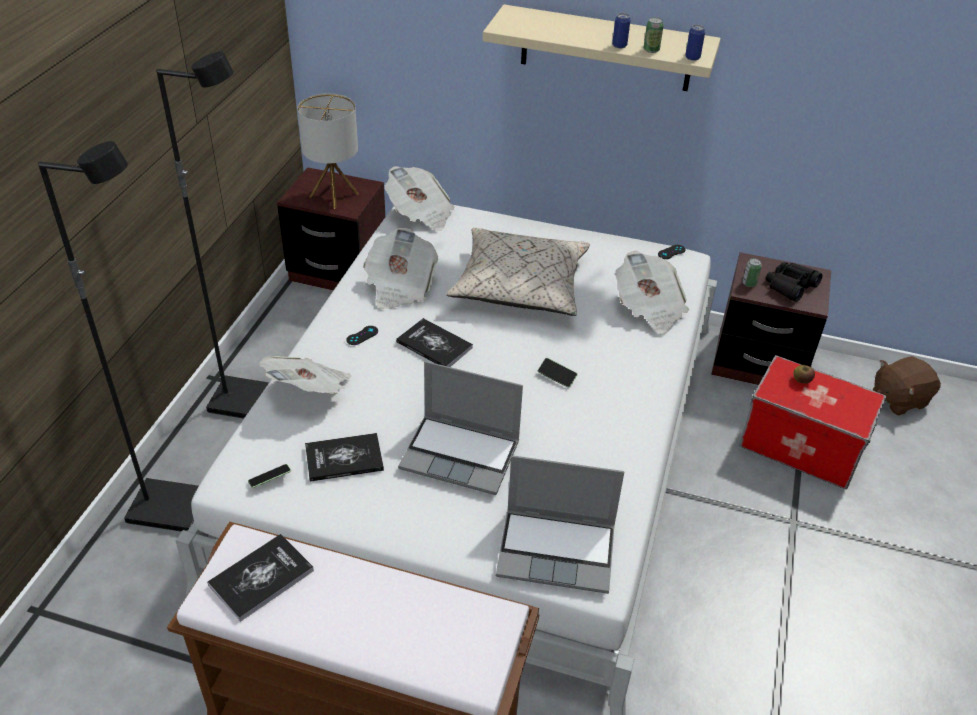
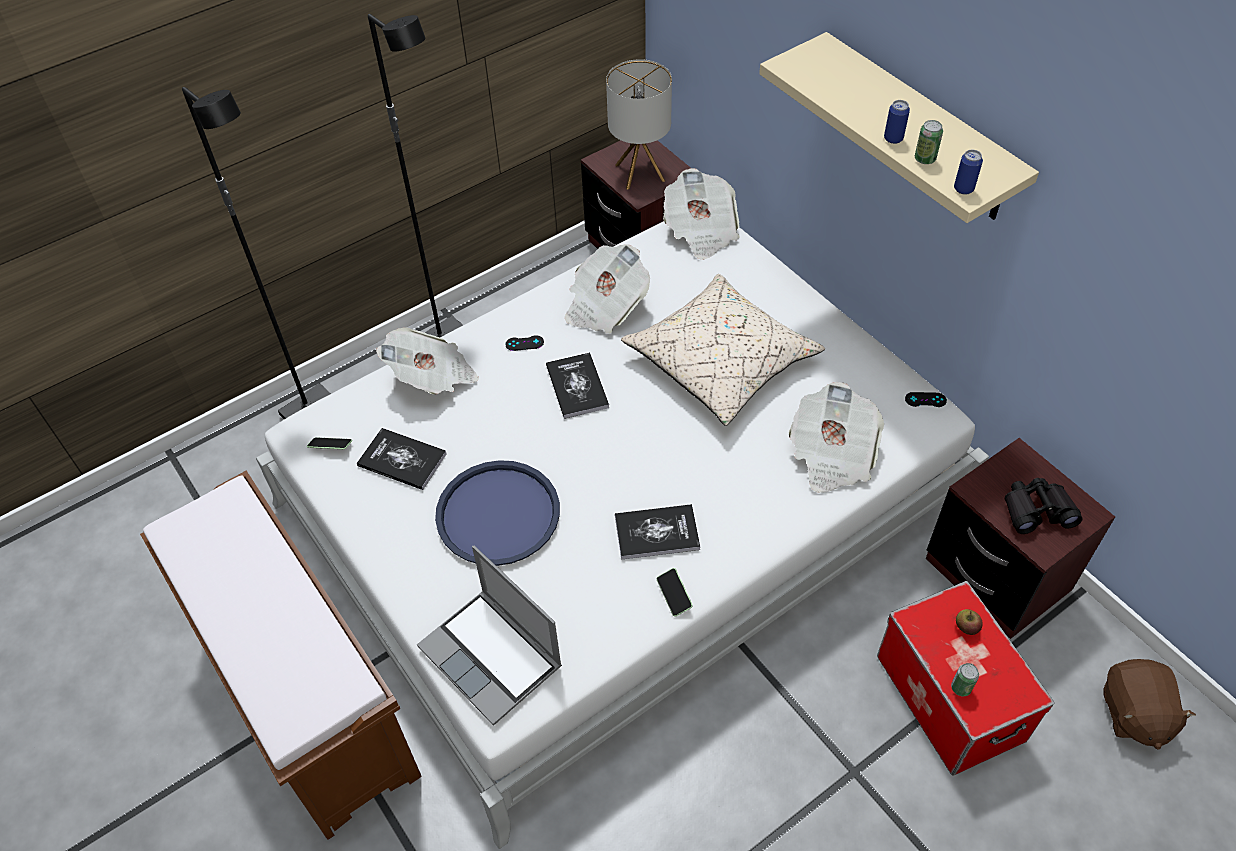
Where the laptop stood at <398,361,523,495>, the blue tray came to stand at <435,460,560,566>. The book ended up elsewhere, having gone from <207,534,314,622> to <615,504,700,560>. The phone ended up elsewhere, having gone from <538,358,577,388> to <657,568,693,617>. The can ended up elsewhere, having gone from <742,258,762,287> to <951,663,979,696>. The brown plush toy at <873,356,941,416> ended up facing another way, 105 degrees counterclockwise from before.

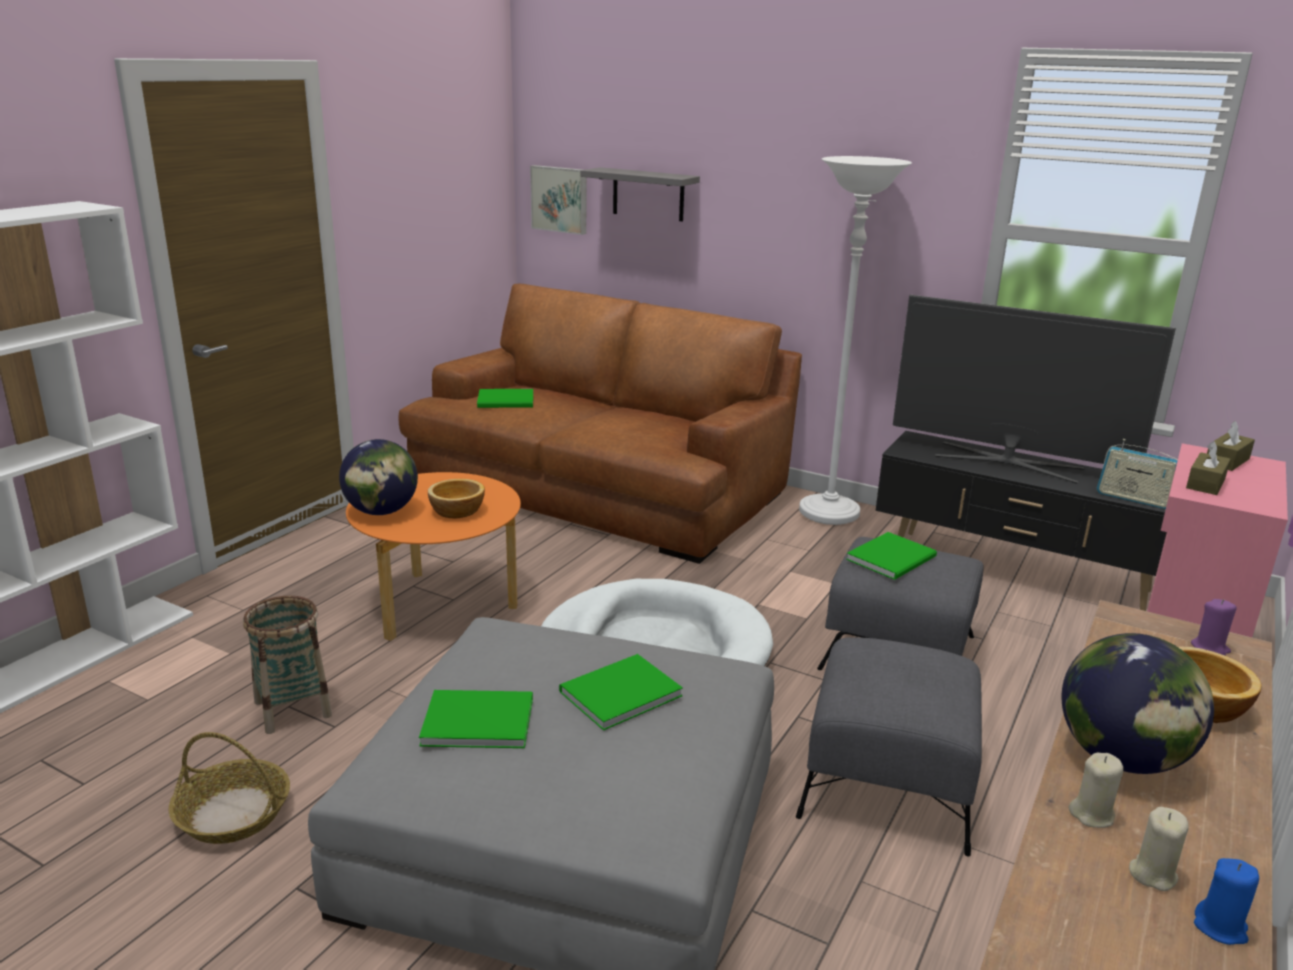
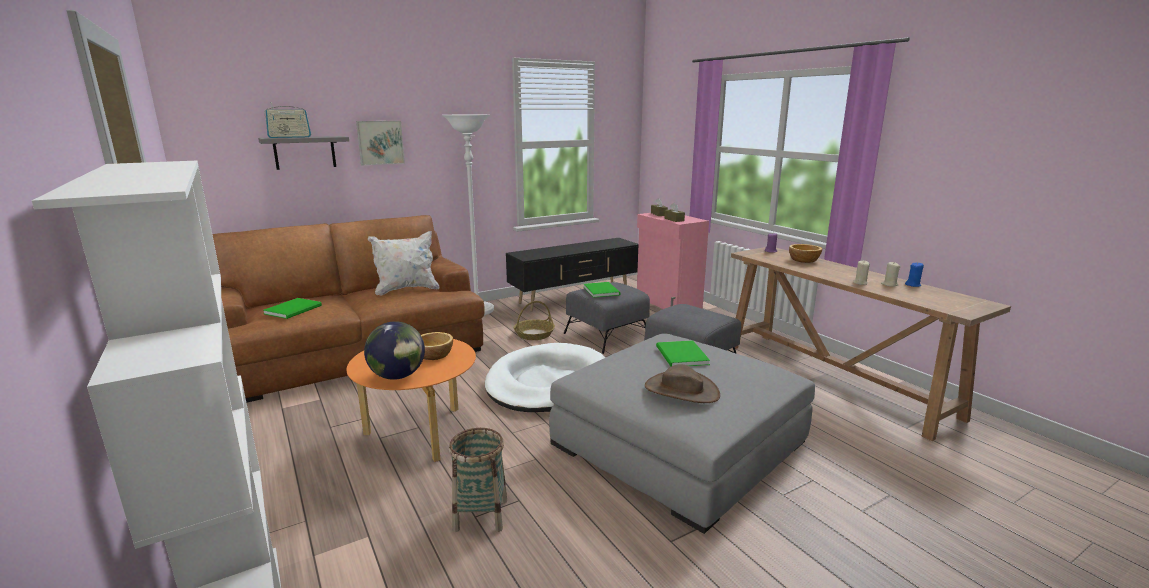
The radio ended up elsewhere, having gone from <1097,439,1178,509> to <265,103,311,138>. The picture ended up elsewhere, having gone from <530,165,586,235> to <356,121,405,165>. The second view gained the white pillow at <368,231,439,296>. The basket ended up elsewhere, having gone from <169,732,290,844> to <514,301,555,340>. Where the green book stood at <419,690,533,748>, the brown hat came to stand at <645,364,720,403>. The second view lost the television at <893,295,1176,484>. The second view lost the globe at <1061,633,1214,774>.

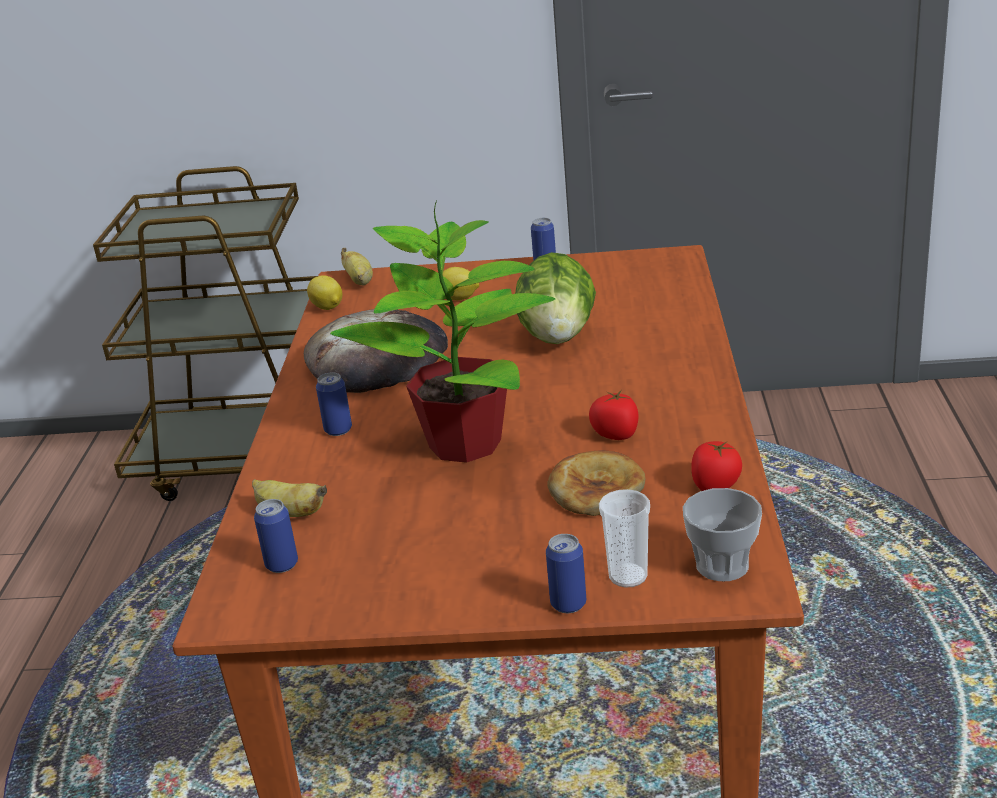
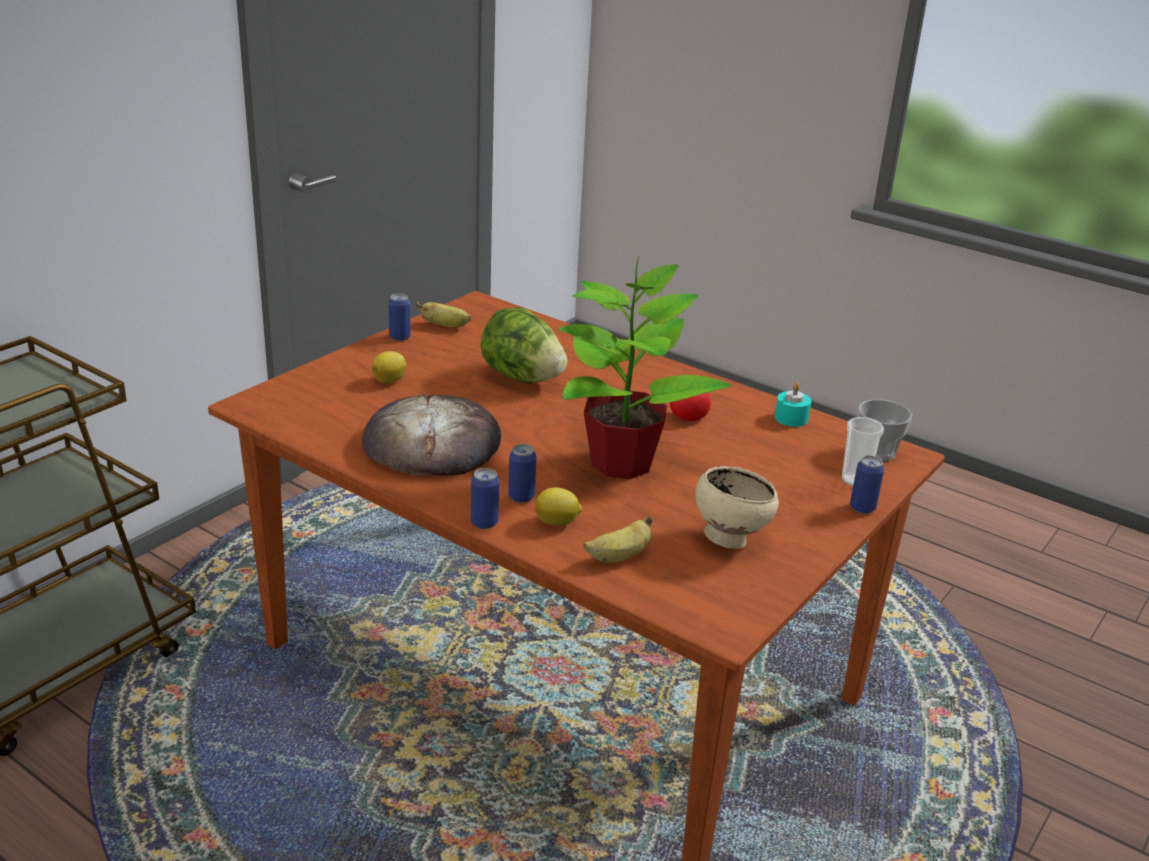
The banana ended up elsewhere, having gone from <341,248,373,285> to <416,302,471,327>. The can ended up elsewhere, having gone from <254,499,298,573> to <471,468,499,529>. The lemon ended up elsewhere, having gone from <307,275,342,310> to <535,487,582,526>. The second view gained the beige bowl at <695,466,779,549>. Where the tomato stood at <691,441,742,491>, the turquoise candle came to stand at <775,382,811,427>. The second view lost the bread at <547,450,645,516>.

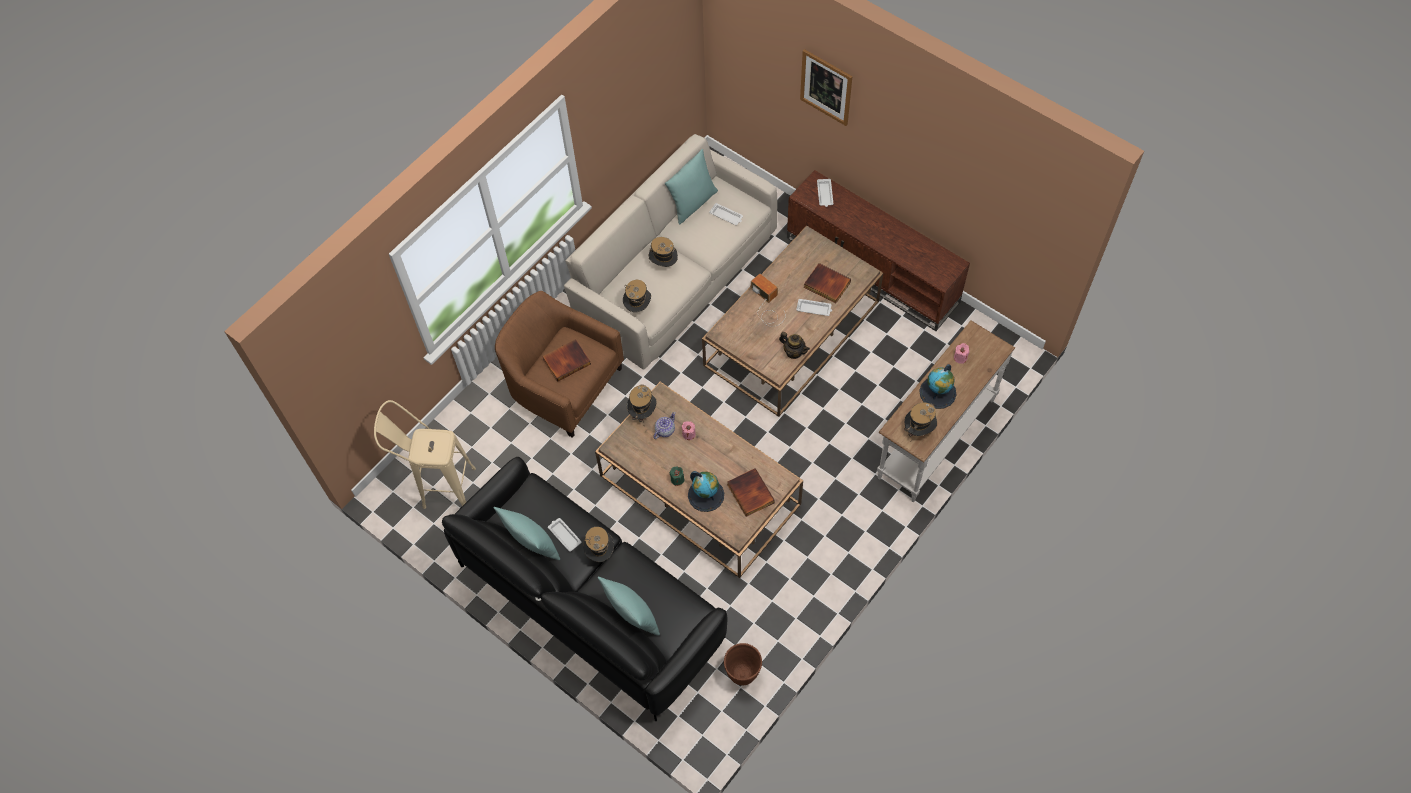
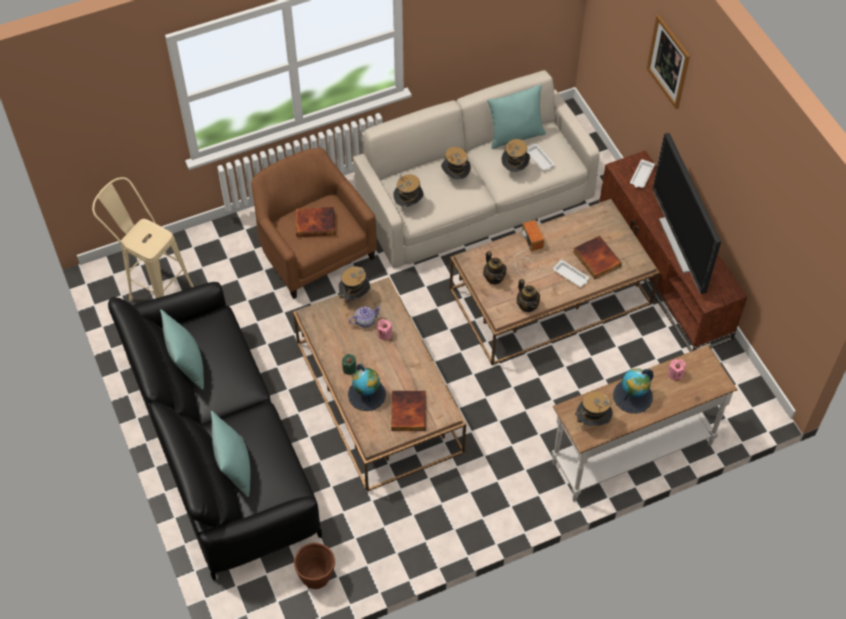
The second view gained the teapot at <483,251,507,284>. The hat ended up elsewhere, having gone from <583,527,614,562> to <501,139,530,172>. The second view gained the television at <653,133,721,294>. The second view lost the white tray at <548,518,582,552>.

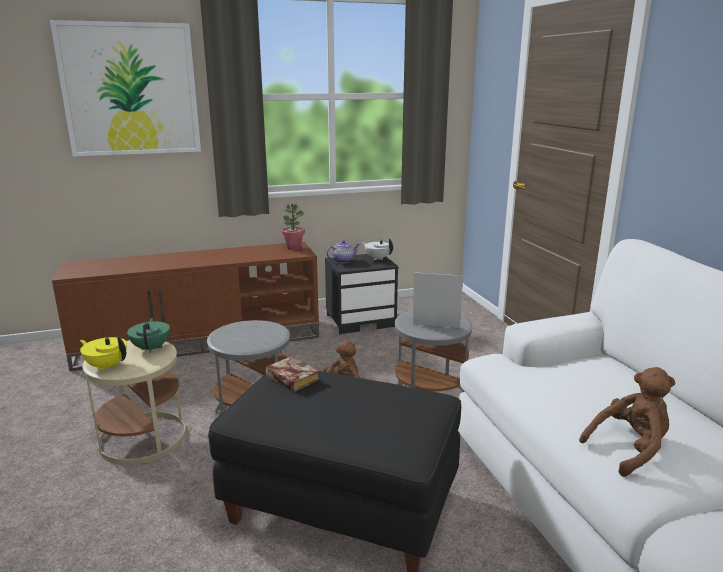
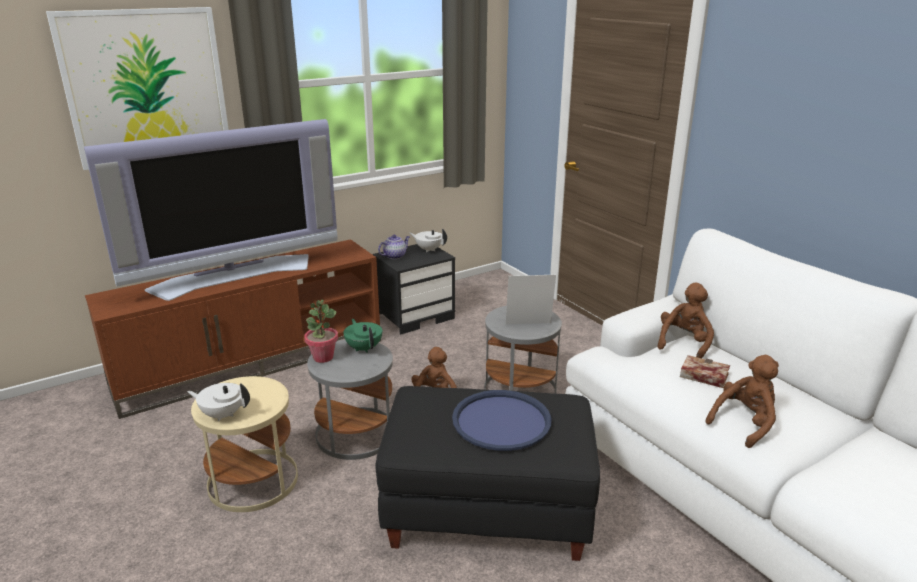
The second view gained the television at <84,119,338,301>. What was the yellow teapot at <80,336,127,371> turned into the white teapot at <187,383,250,421>. The potted plant ended up elsewhere, having gone from <281,203,305,250> to <304,300,338,363>. The green teapot ended up elsewhere, having gone from <127,317,170,353> to <343,319,382,353>. The second view gained the blue tray at <452,390,551,451>. The second view gained the brown plush toy at <657,282,714,358>. The book ended up elsewhere, having gone from <266,356,319,392> to <680,355,730,388>.

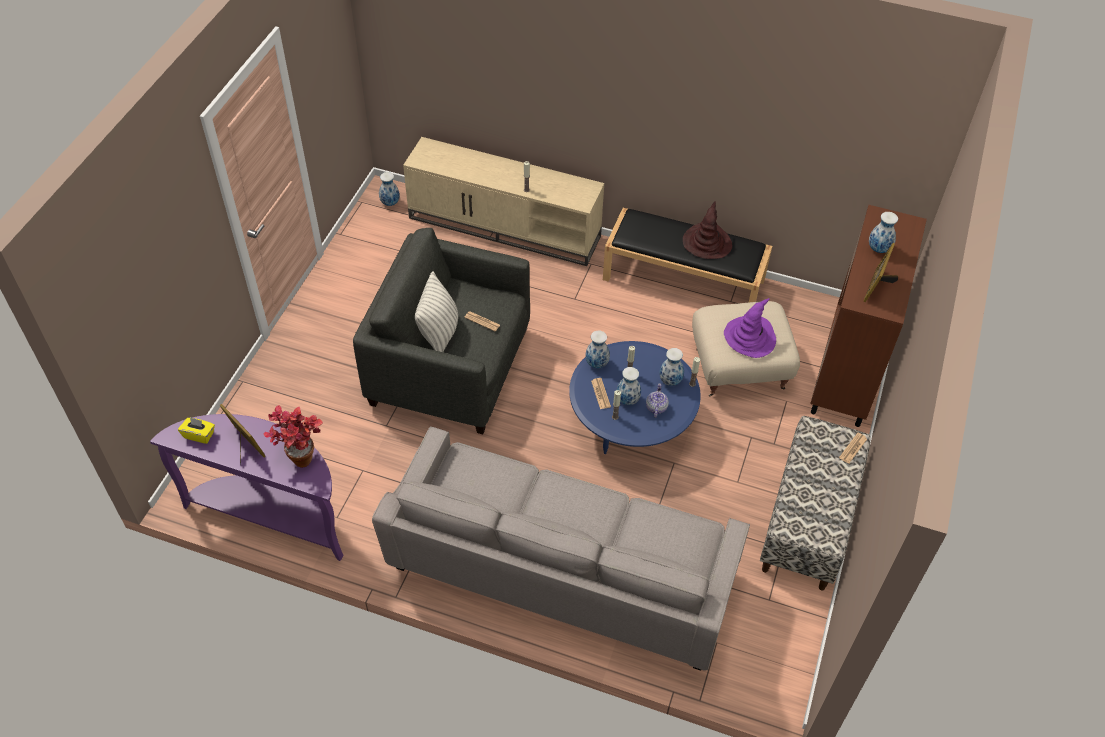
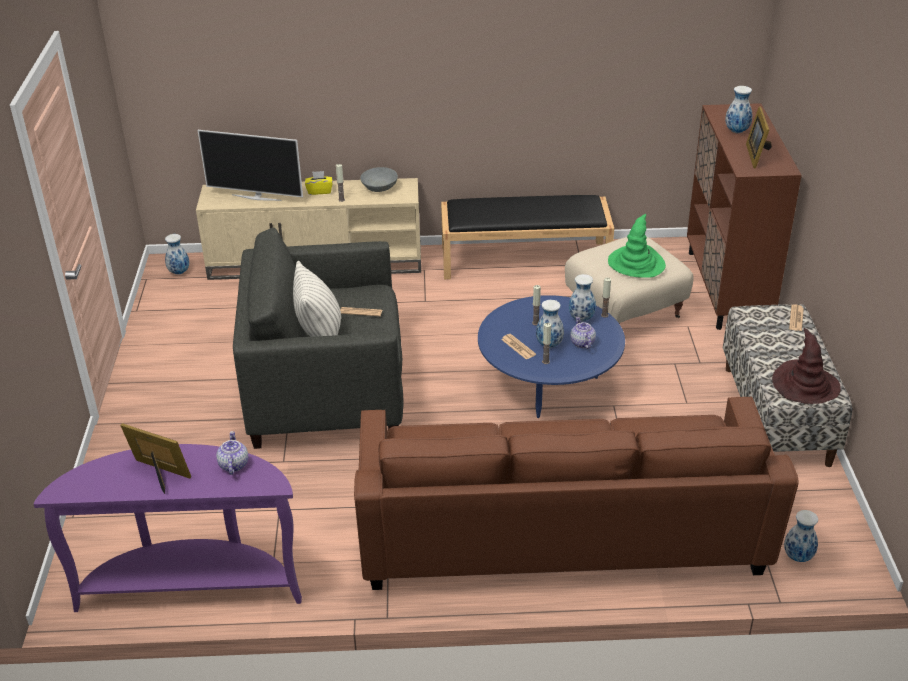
The second view gained the television at <198,130,303,201>. Where the potted plant stood at <263,405,323,468>, the teapot came to stand at <216,431,248,475>. The yellow tissue box ended up elsewhere, having gone from <178,417,215,444> to <305,171,333,195>. What was the grey sofa at <372,426,750,671> turned into the brown sofa at <354,397,799,590>. The second view gained the grey bowl at <360,167,398,192>. What was the purple hat at <724,298,776,358> turned into the green hat at <608,214,666,278>. The brown hat ended up elsewhere, having gone from <683,201,732,259> to <772,328,841,404>. The vase ended up elsewhere, having gone from <585,331,610,368> to <784,510,818,562>.

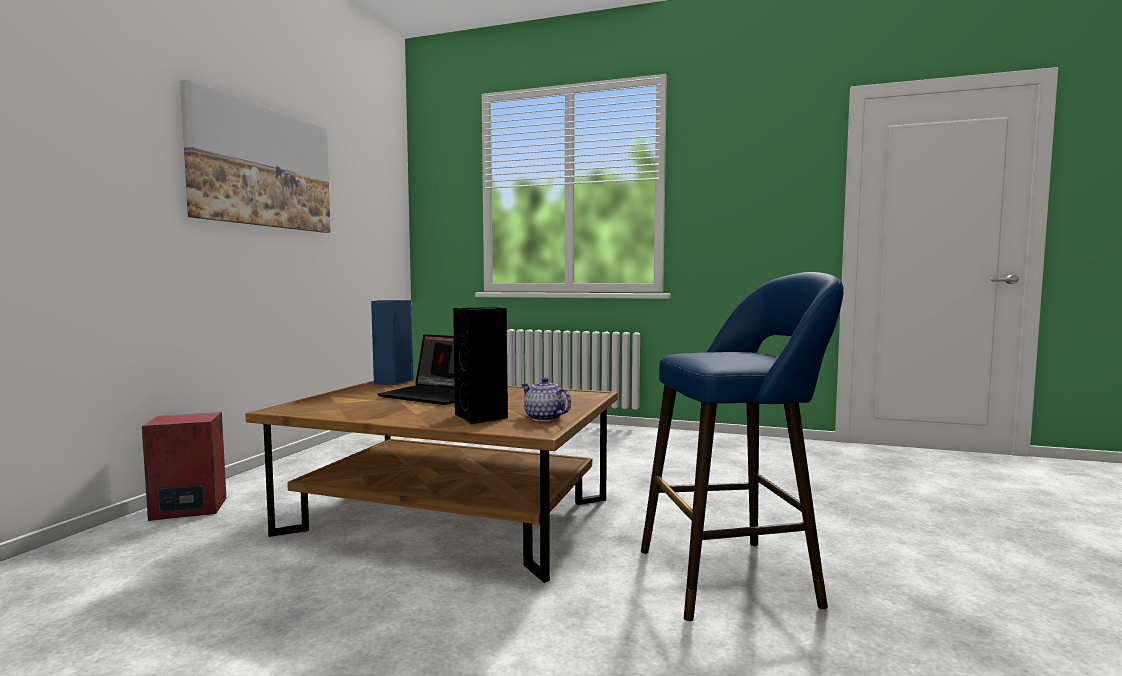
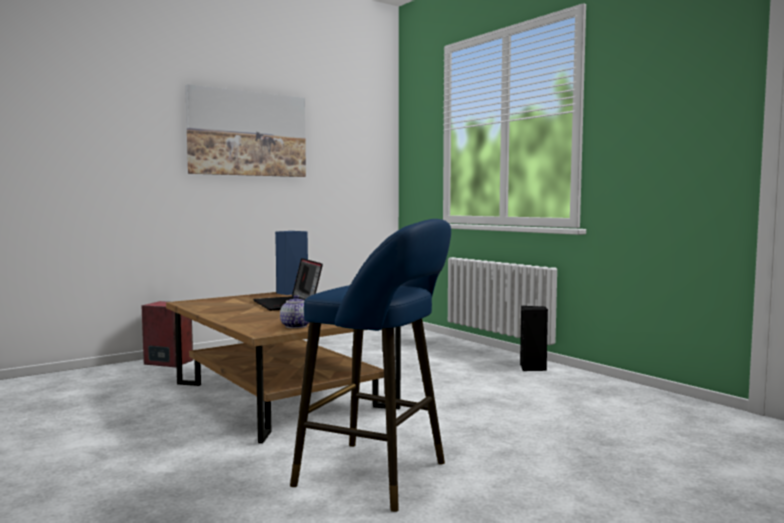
The black speaker ended up elsewhere, having gone from <453,307,508,424> to <520,306,548,371>.

